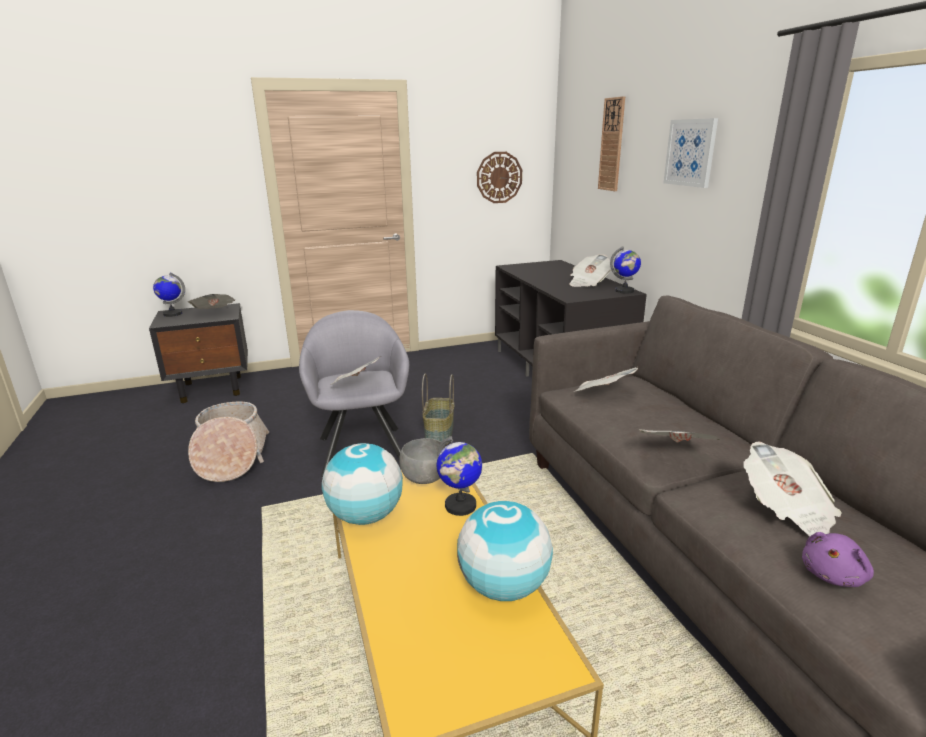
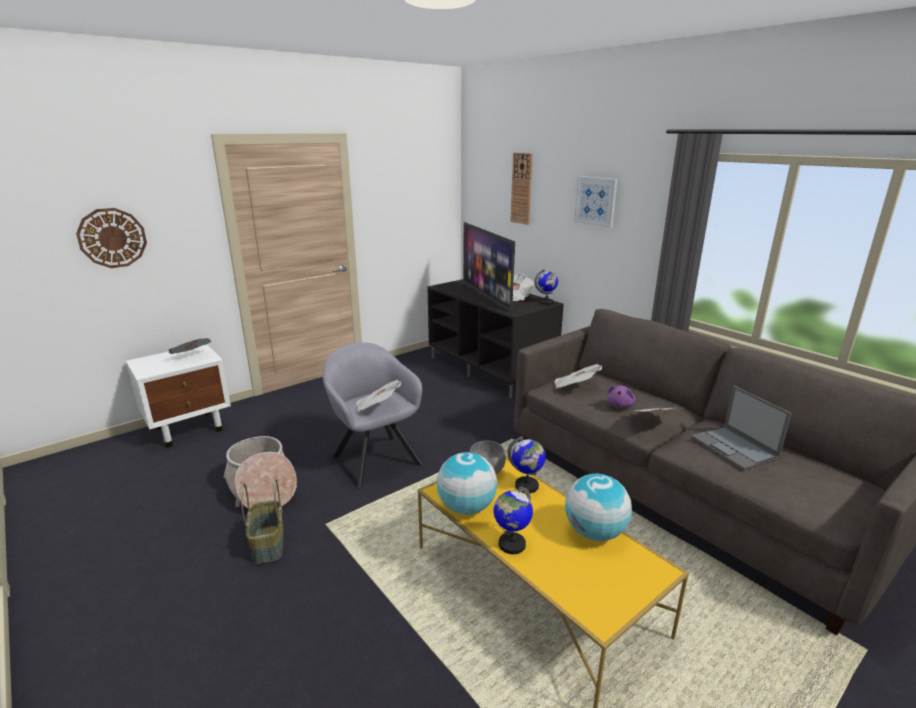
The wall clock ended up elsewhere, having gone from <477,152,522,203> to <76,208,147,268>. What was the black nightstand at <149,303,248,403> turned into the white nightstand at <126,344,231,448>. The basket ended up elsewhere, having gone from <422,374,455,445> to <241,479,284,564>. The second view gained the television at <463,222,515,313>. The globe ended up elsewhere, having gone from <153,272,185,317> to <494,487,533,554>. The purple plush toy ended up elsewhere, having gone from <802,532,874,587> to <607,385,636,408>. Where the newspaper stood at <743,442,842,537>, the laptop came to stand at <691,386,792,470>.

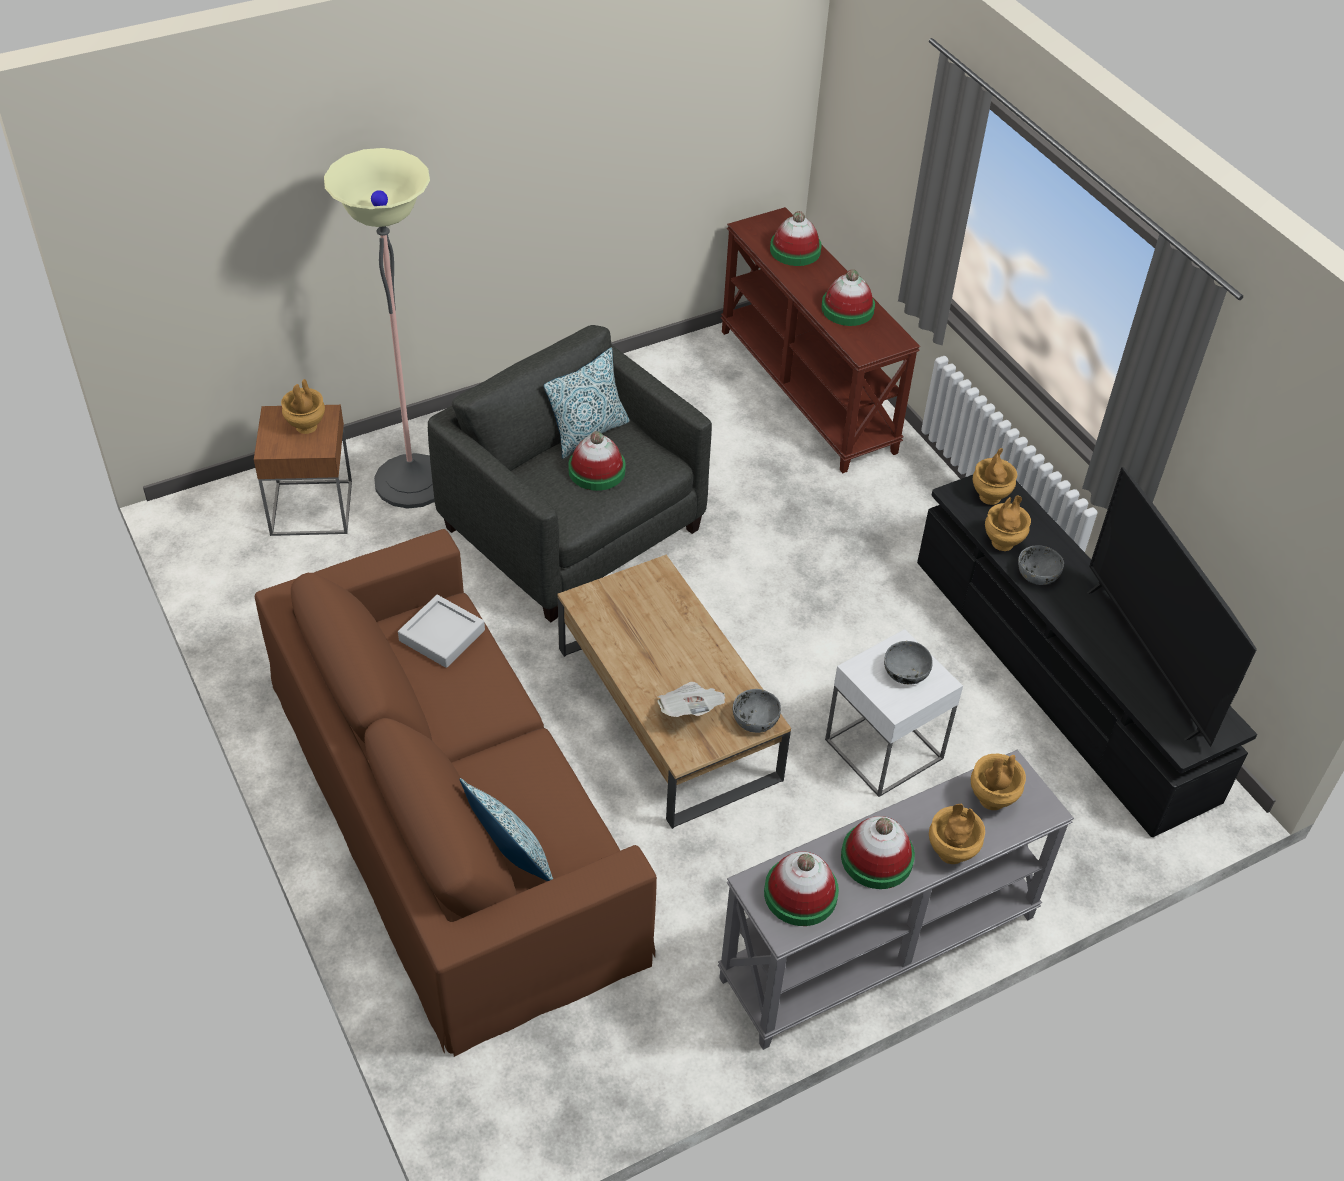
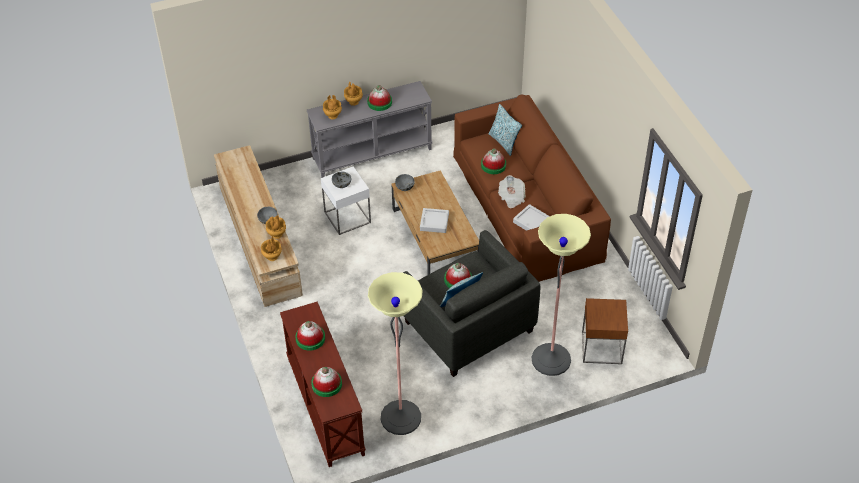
What was the black tv stand at <917,475,1257,837> turned into the beige tv stand at <214,145,303,307>. The second view gained the floor lamp at <368,272,423,435>. The second view gained the grey tray at <420,208,449,233>. The hat ended up elsewhere, having gone from <764,851,839,926> to <481,148,506,174>. The newspaper ended up elsewhere, having gone from <657,682,725,717> to <498,175,525,208>. The second view lost the brown vase at <281,379,325,434>. The second view lost the television at <1087,467,1257,747>.

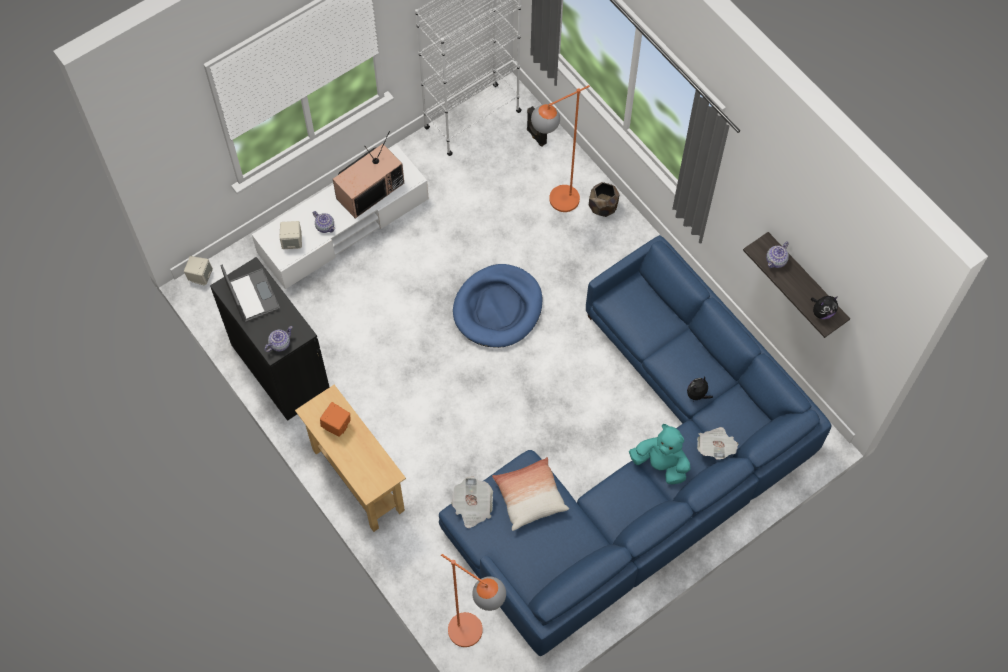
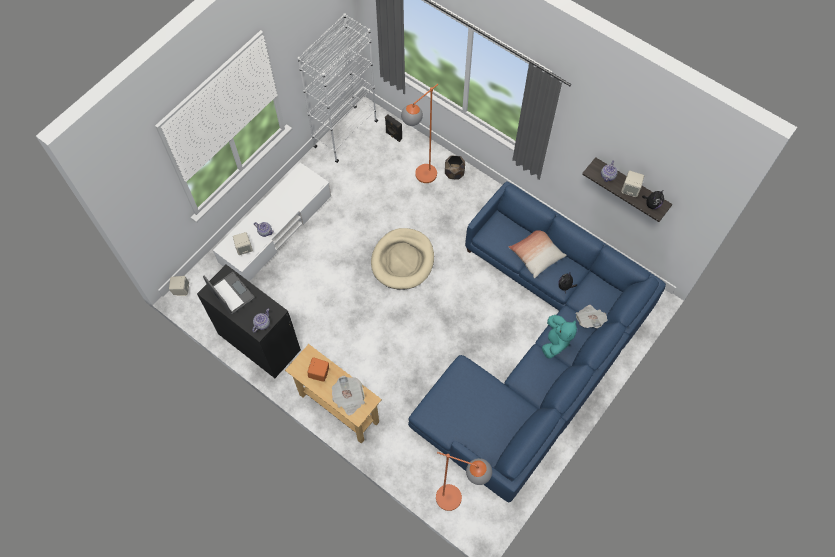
The newspaper ended up elsewhere, having gone from <451,476,493,528> to <332,375,365,416>. What was the blue dog bed at <453,264,543,348> turned into the beige dog bed at <371,228,434,290>. The pillow ended up elsewhere, having gone from <492,457,569,531> to <509,230,566,278>. The turquoise plush toy at <629,424,690,485> ended up facing another way, 90 degrees clockwise from before. The second view gained the beige speaker at <621,171,644,197>. The second view lost the television at <333,131,404,218>.

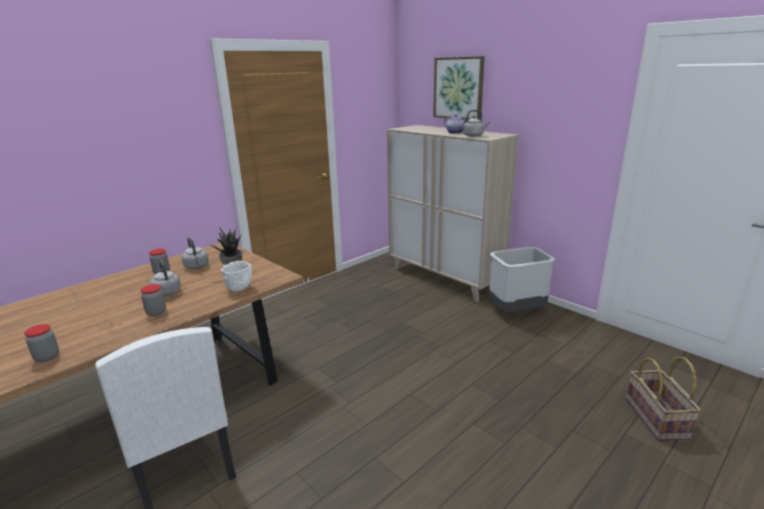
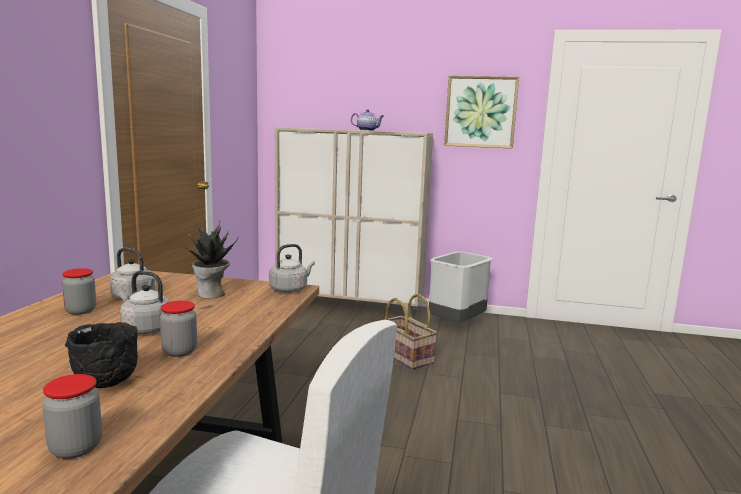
The second view gained the black bowl at <65,322,138,388>. The grey kettle ended up elsewhere, having gone from <463,110,490,137> to <269,244,315,293>. The basket ended up elsewhere, having gone from <626,357,701,441> to <379,294,437,370>. The picture ended up elsewhere, having gone from <433,56,485,120> to <444,76,519,149>. The second view lost the white bowl at <221,261,252,291>.

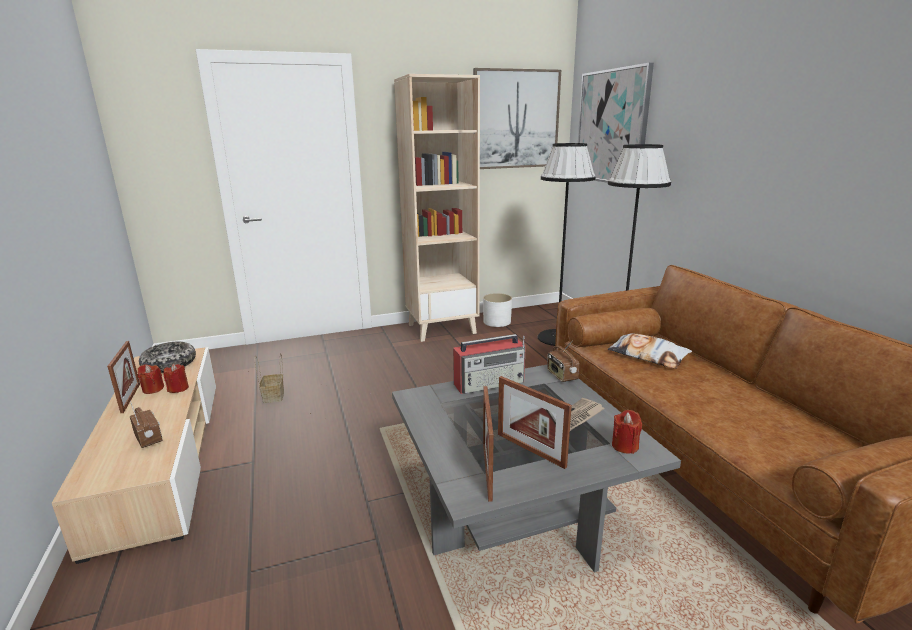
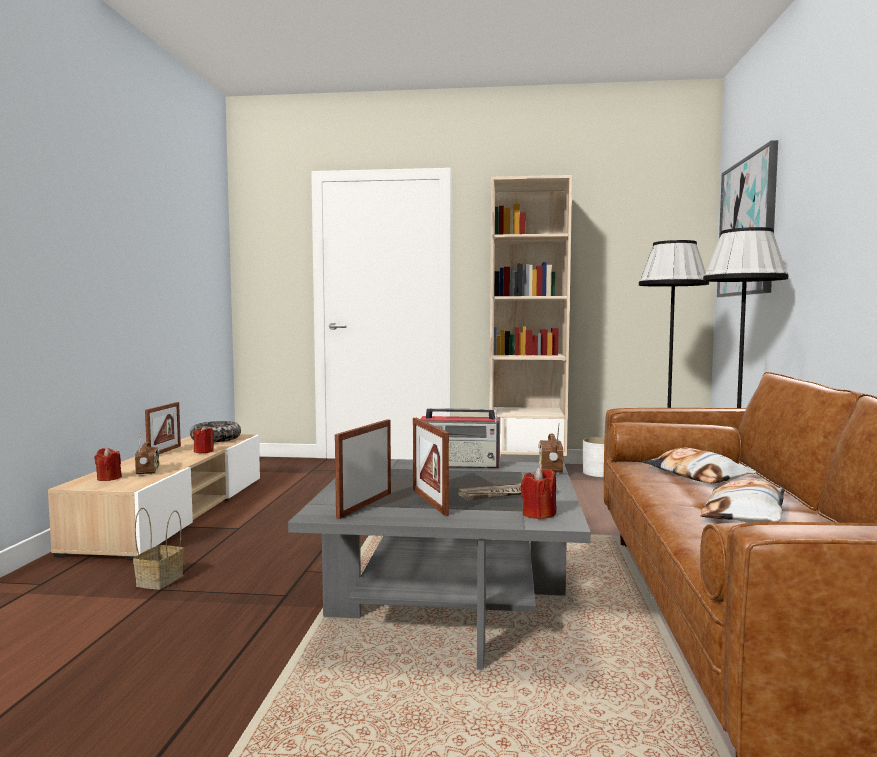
The red candle ended up elsewhere, having gone from <138,365,164,394> to <94,447,122,481>. The basket ended up elsewhere, having gone from <255,353,284,403> to <133,508,184,590>. The second view gained the pillow at <700,479,785,523>. The second view lost the picture at <473,68,561,169>.

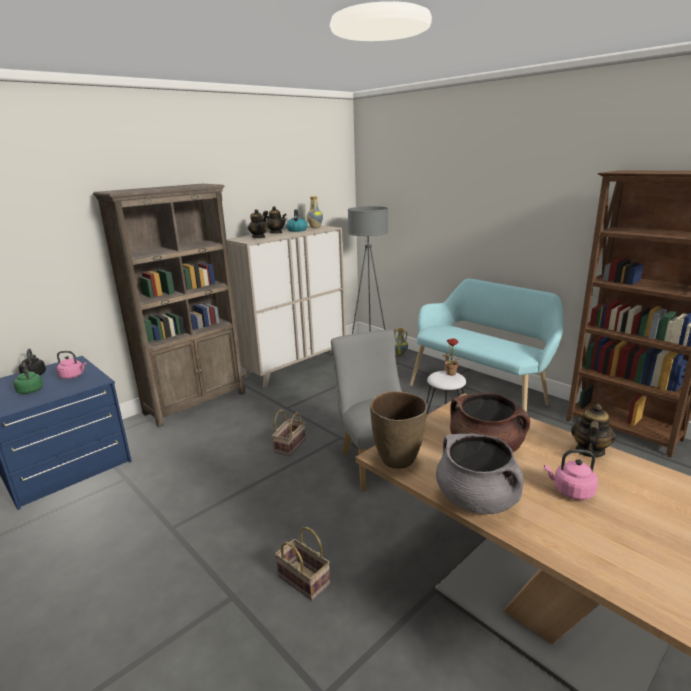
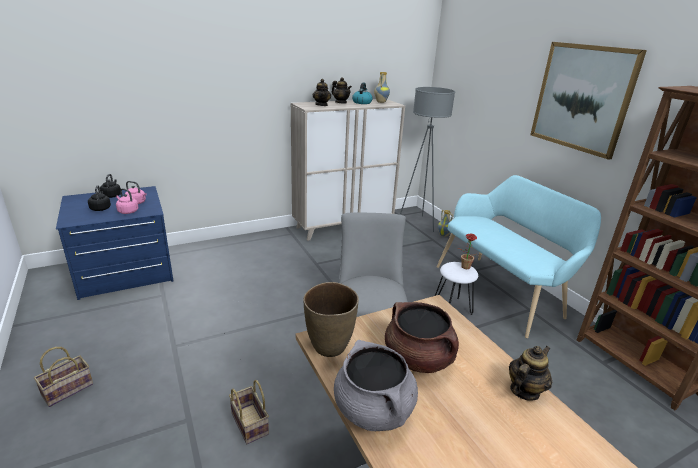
The basket ended up elsewhere, having gone from <272,409,306,456> to <34,347,93,407>. What was the green kettle at <14,362,43,394> turned into the black kettle at <88,185,111,211>. The pink kettle ended up elsewhere, having gone from <544,449,598,500> to <116,188,138,214>. The second view gained the picture at <530,42,647,160>. The second view lost the brown bookcase at <93,184,245,427>.

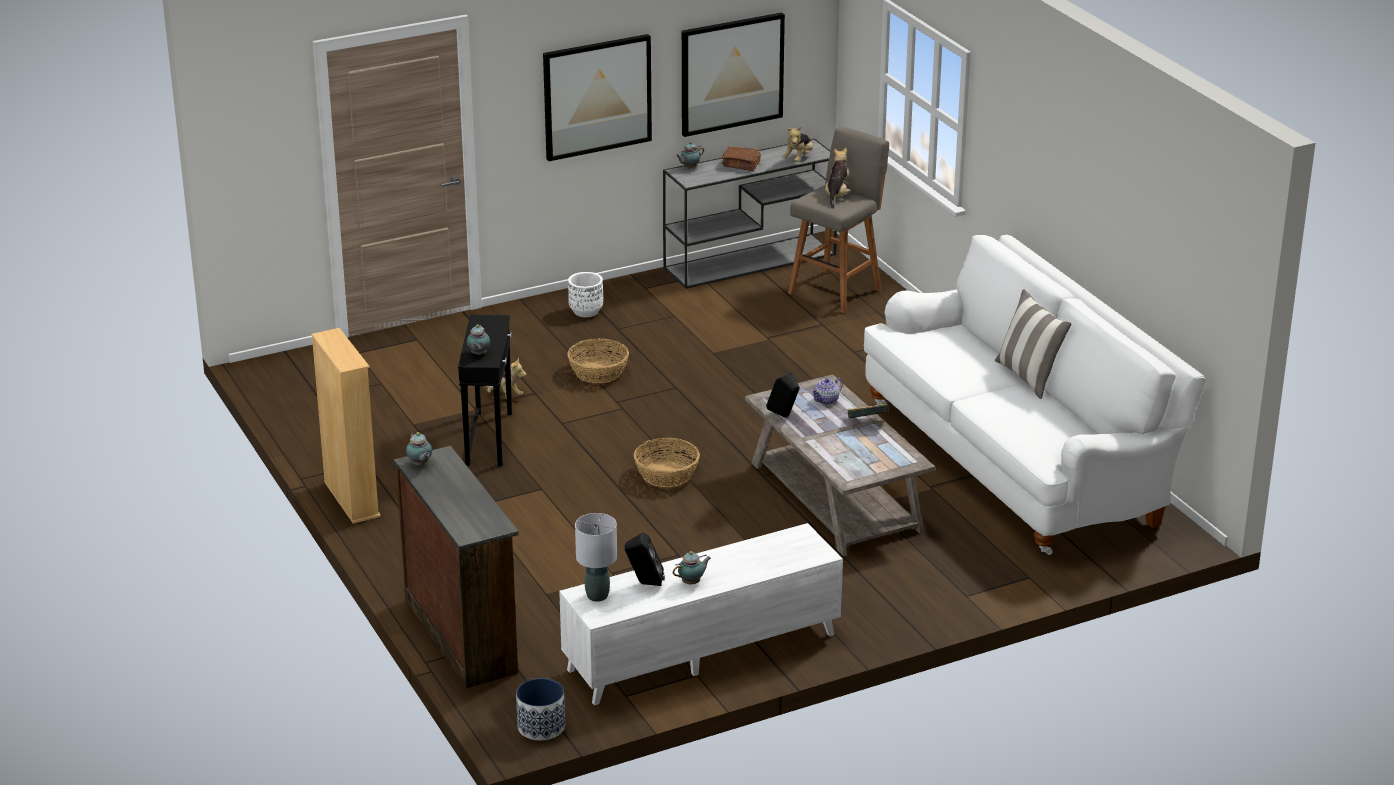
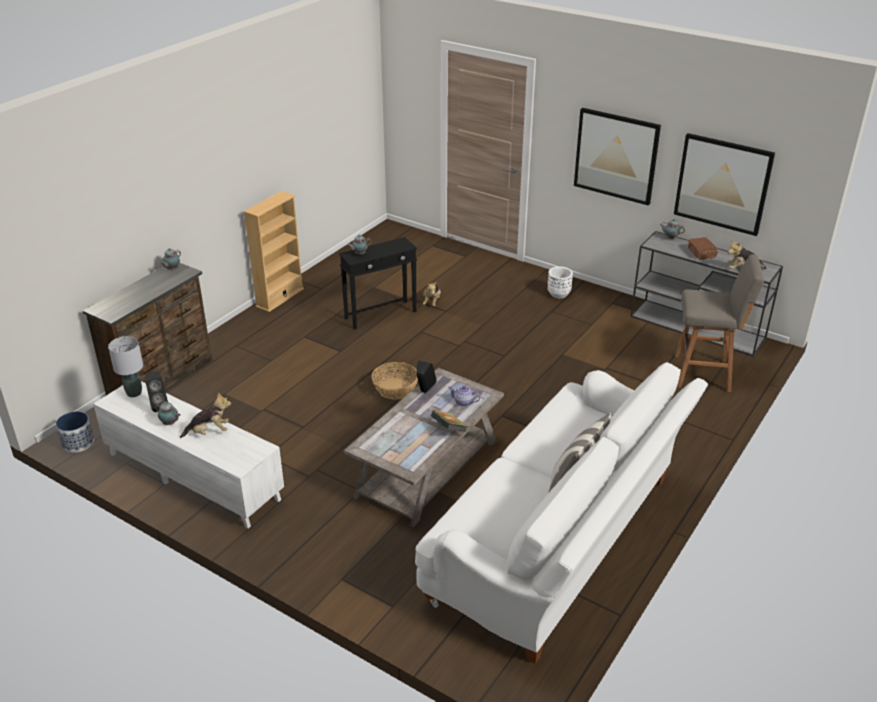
The plush toy ended up elsewhere, having gone from <825,147,851,208> to <180,393,231,438>. The second view lost the basket at <567,338,629,383>.

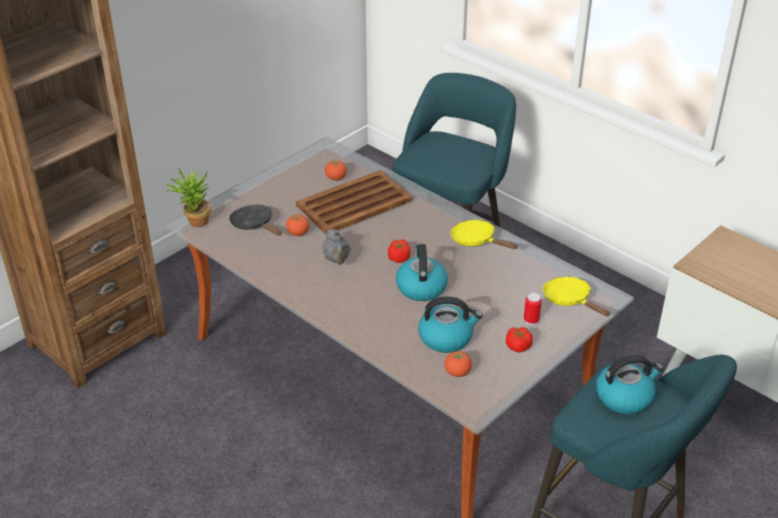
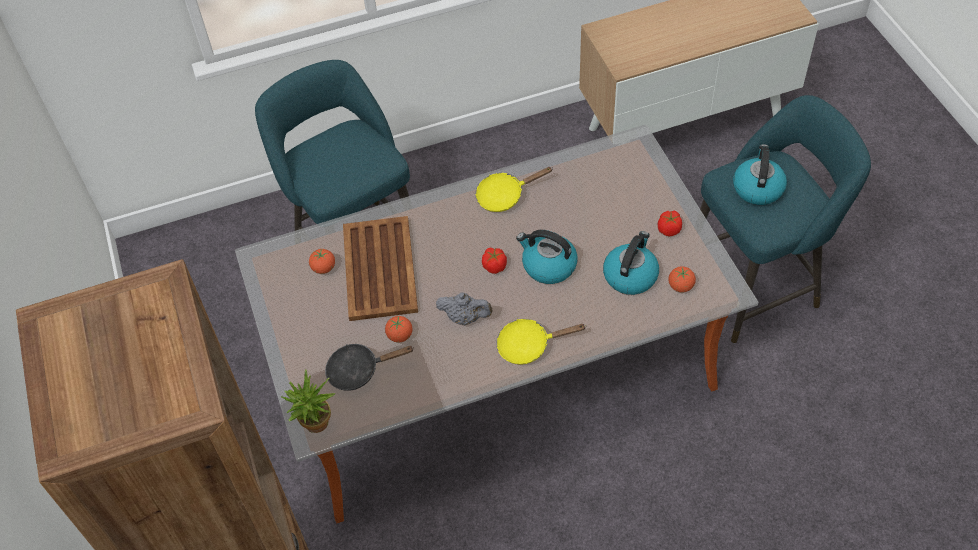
The yellow frying pan ended up elsewhere, having gone from <543,277,610,316> to <496,319,586,364>. The second view lost the can at <524,293,542,325>.

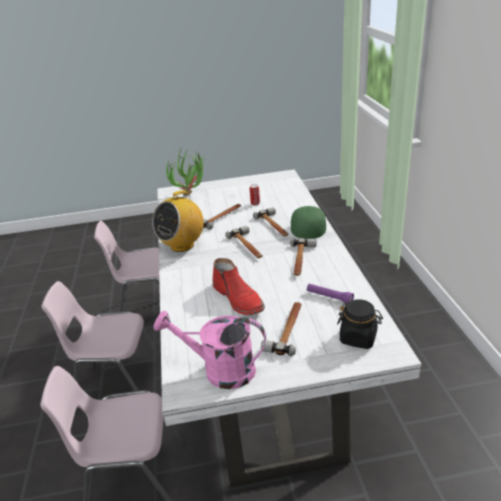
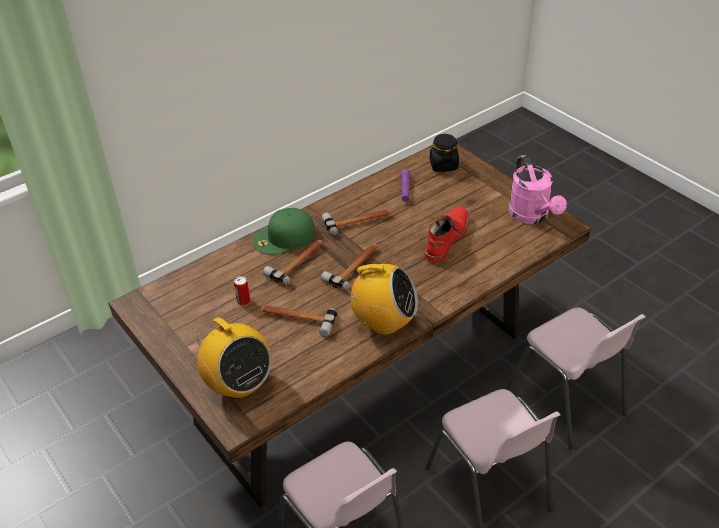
What was the white dining table at <157,169,422,487> turned into the brown dining table at <108,144,591,508>. Where the potted plant stood at <166,150,203,196>, the radio came to stand at <192,317,272,399>. The second view lost the hammer at <261,302,302,356>.

